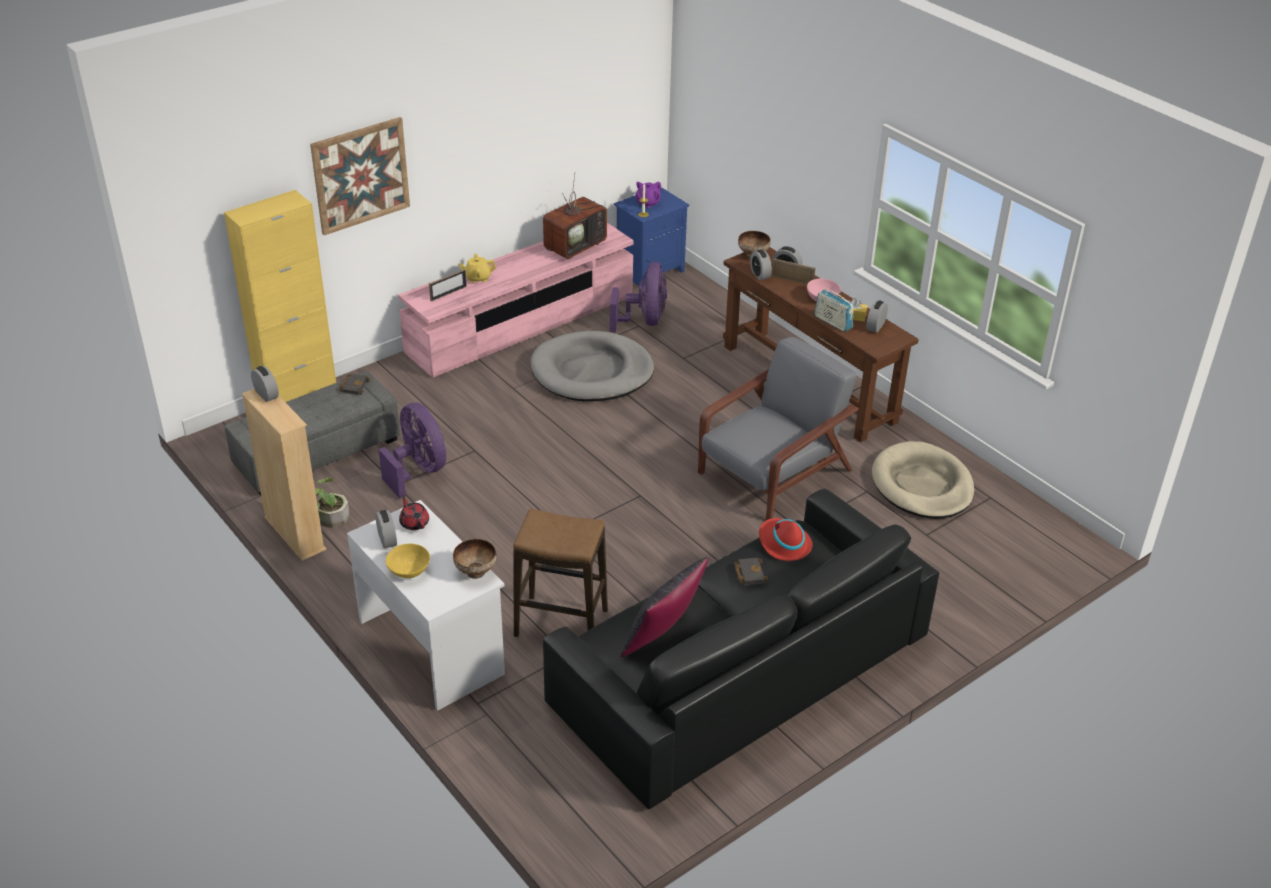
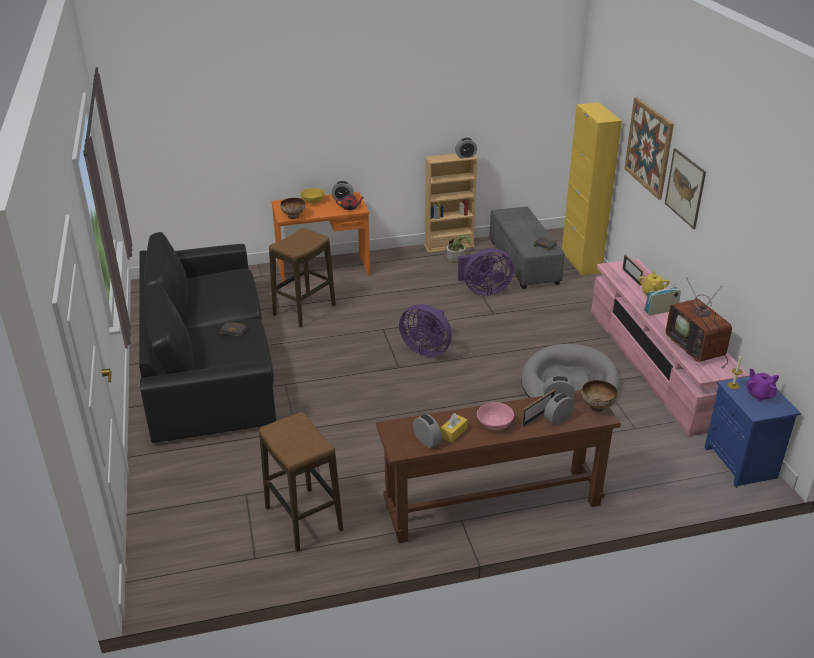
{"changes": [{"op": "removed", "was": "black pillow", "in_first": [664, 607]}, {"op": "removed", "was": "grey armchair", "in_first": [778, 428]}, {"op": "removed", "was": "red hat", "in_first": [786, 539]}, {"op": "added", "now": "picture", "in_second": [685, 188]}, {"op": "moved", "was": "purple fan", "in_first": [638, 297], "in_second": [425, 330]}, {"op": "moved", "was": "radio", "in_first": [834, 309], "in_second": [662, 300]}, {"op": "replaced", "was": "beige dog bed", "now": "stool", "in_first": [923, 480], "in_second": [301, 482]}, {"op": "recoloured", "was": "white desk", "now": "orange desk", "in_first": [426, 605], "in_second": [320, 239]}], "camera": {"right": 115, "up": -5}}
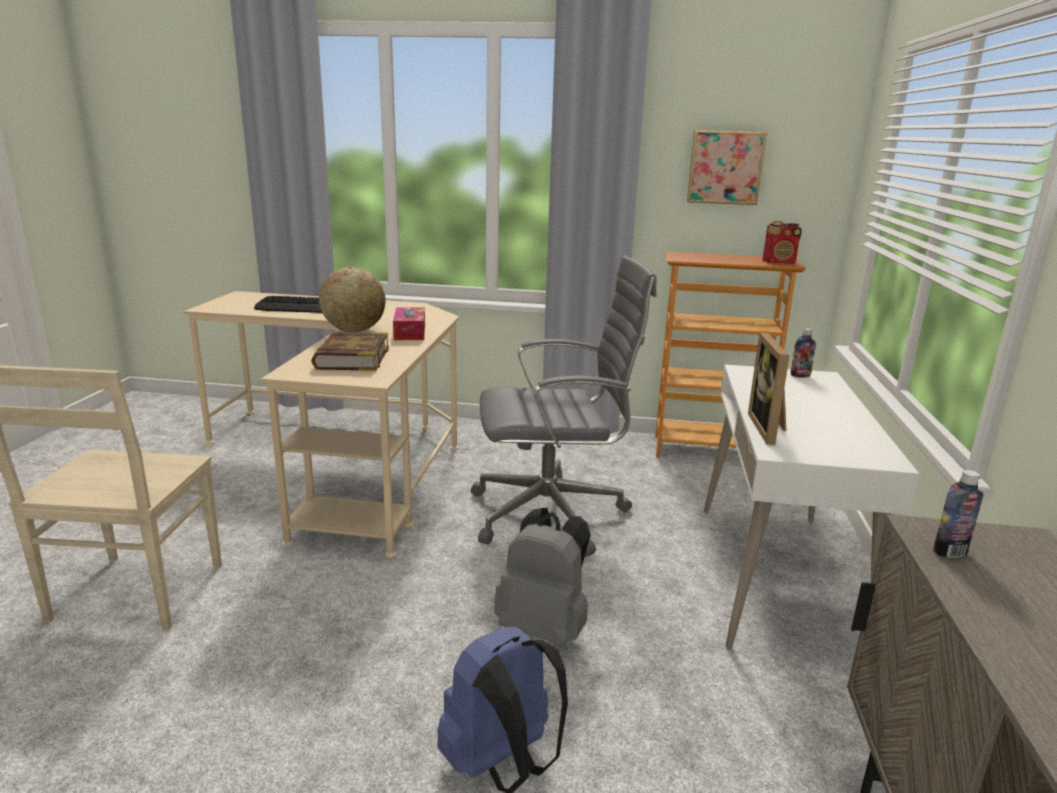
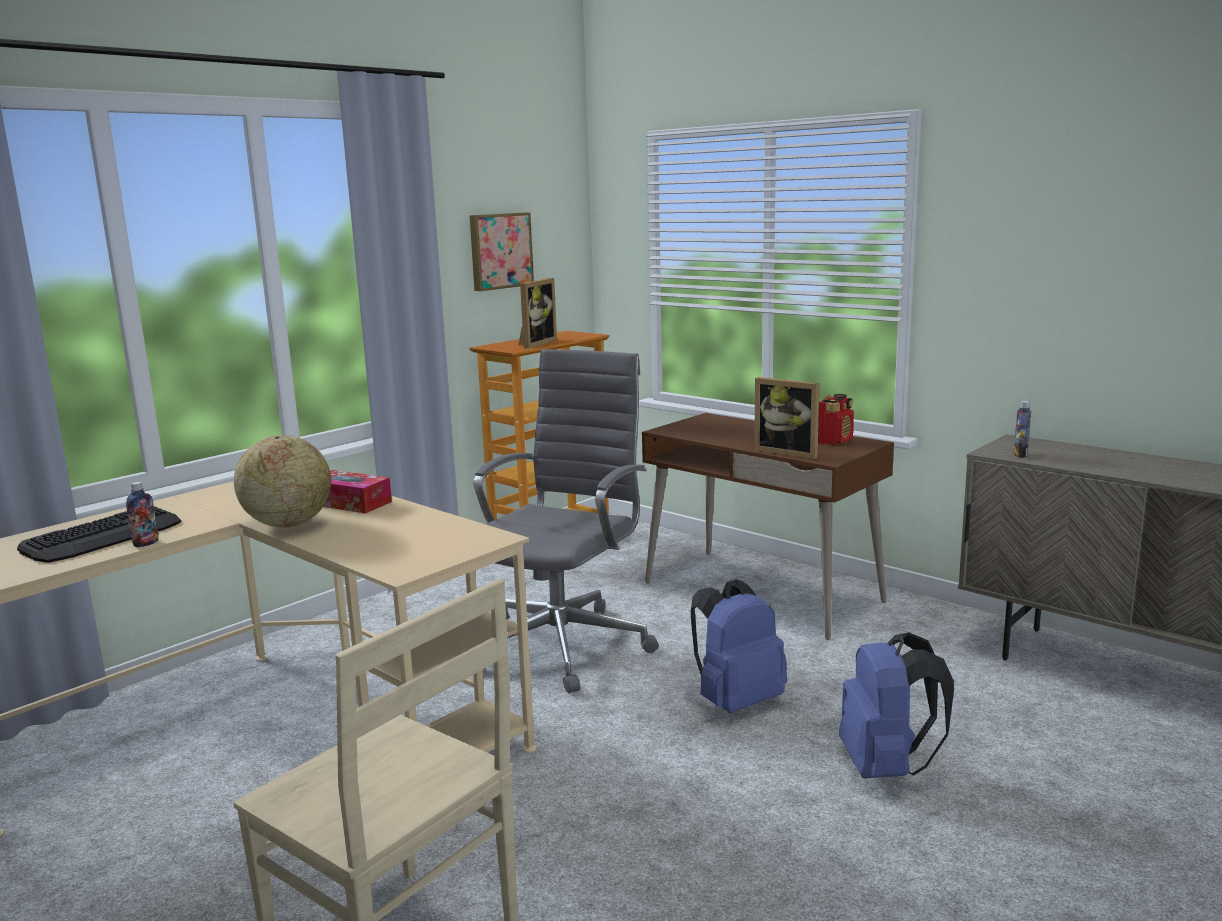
{"changes": [{"op": "removed", "was": "book", "in_first": [350, 351]}, {"op": "added", "now": "picture frame", "in_second": [538, 313]}, {"op": "moved", "was": "radio", "in_first": [782, 242], "in_second": [836, 419]}, {"op": "moved", "was": "bottle", "in_first": [803, 353], "in_second": [142, 514]}, {"op": "recoloured", "was": "grey backpack", "now": "blue backpack", "in_first": [542, 577], "in_second": [738, 646]}, {"op": "recoloured", "was": "white desk", "now": "brown desk", "in_first": [811, 507], "in_second": [768, 526]}], "camera": {"right": -55, "up": -5}}
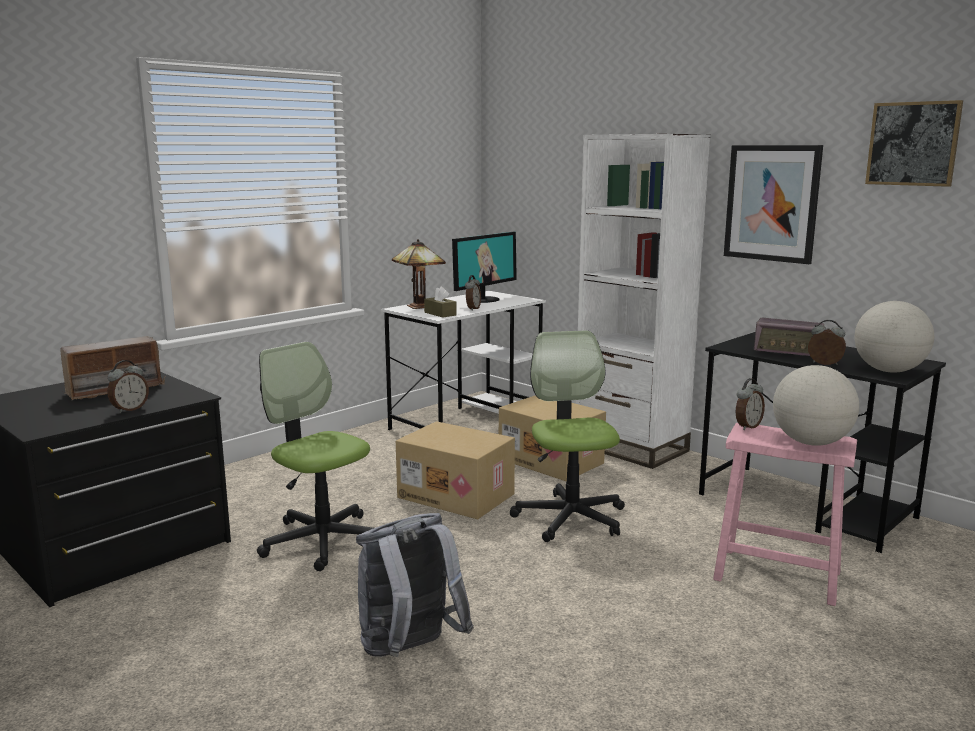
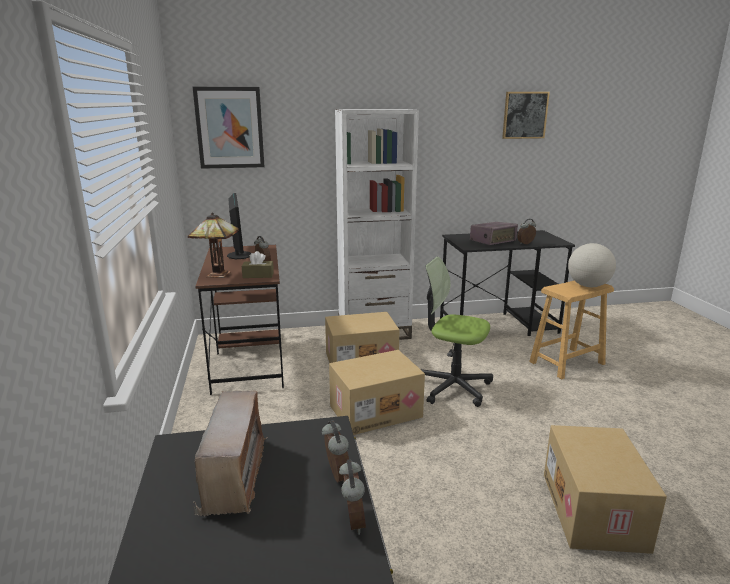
{"changes": [{"op": "removed", "was": "office chair", "in_first": [315, 456]}, {"op": "removed", "was": "globe", "in_first": [894, 337]}, {"op": "moved", "was": "picture", "in_first": [773, 204], "in_second": [229, 128]}, {"op": "moved", "was": "alarm clock", "in_first": [750, 404], "in_second": [352, 497]}, {"op": "replaced", "was": "grey backpack", "now": "cardboard box", "in_first": [415, 585], "in_second": [605, 489]}, {"op": "recoloured", "was": "white desk", "now": "brown desk", "in_first": [463, 360], "in_second": [239, 320]}, {"op": "recoloured", "was": "pink stool", "now": "brown stool", "in_first": [785, 514], "in_second": [571, 330]}], "camera": {"right": -55, "up": 5}}
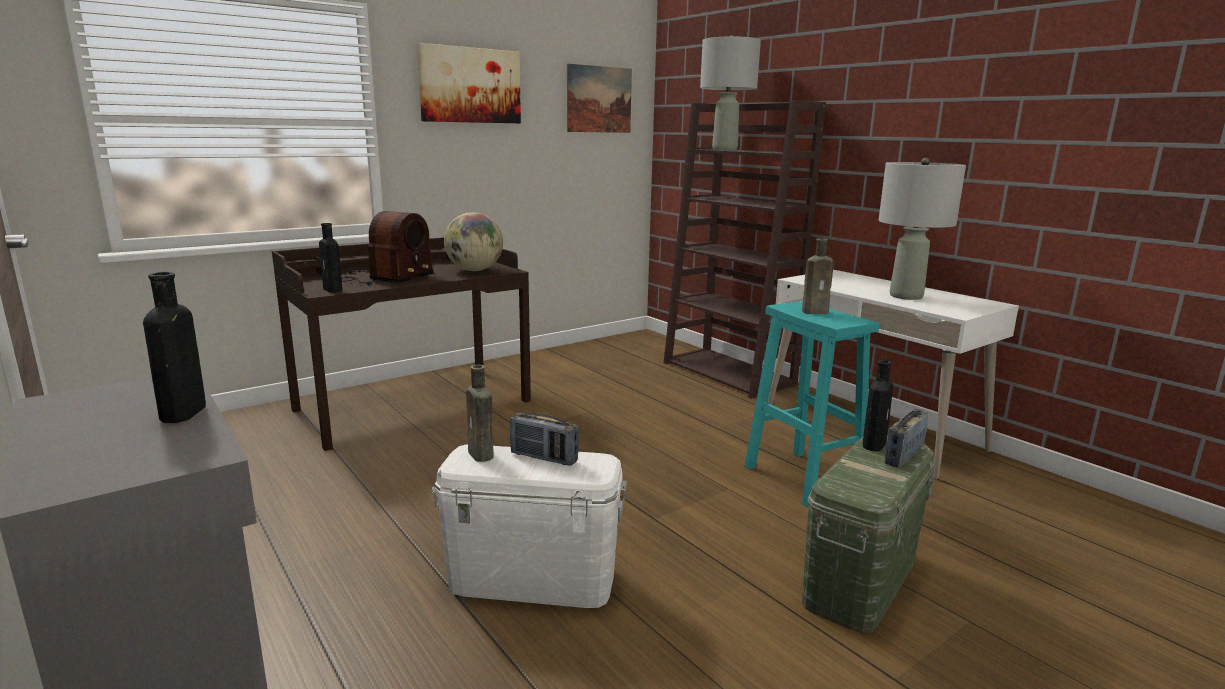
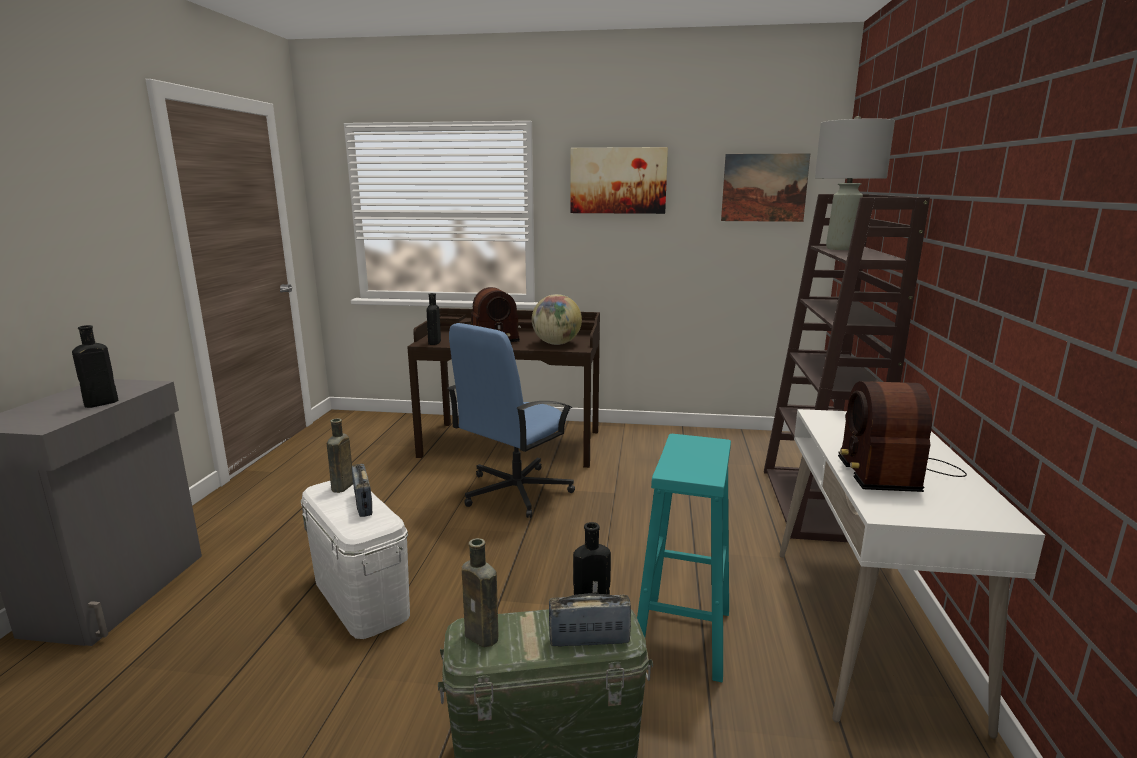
{"changes": [{"op": "added", "now": "blue office chair", "in_second": [511, 420]}, {"op": "moved", "was": "brown bottle", "in_first": [818, 276], "in_second": [480, 592]}, {"op": "replaced", "was": "grey table lamp", "now": "radio", "in_first": [922, 229], "in_second": [902, 436]}], "camera": {"right": 45, "up": 0}}
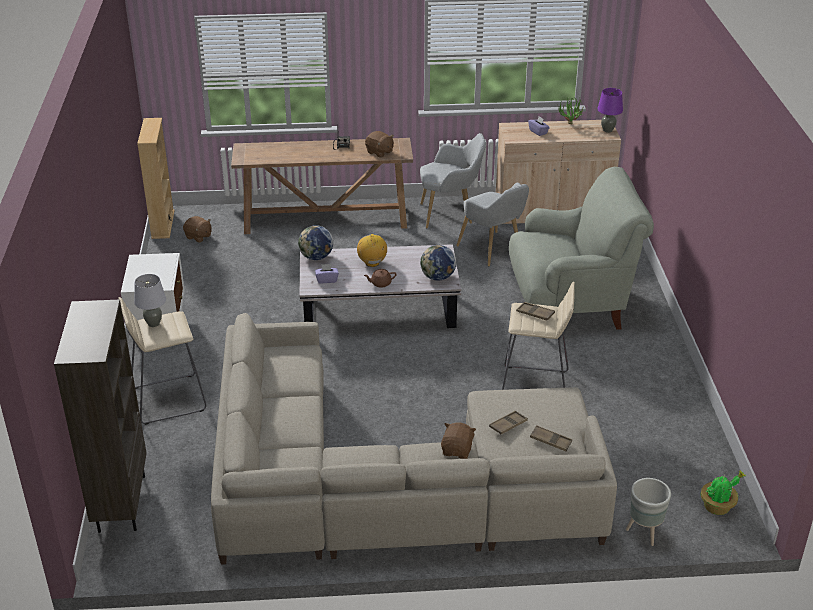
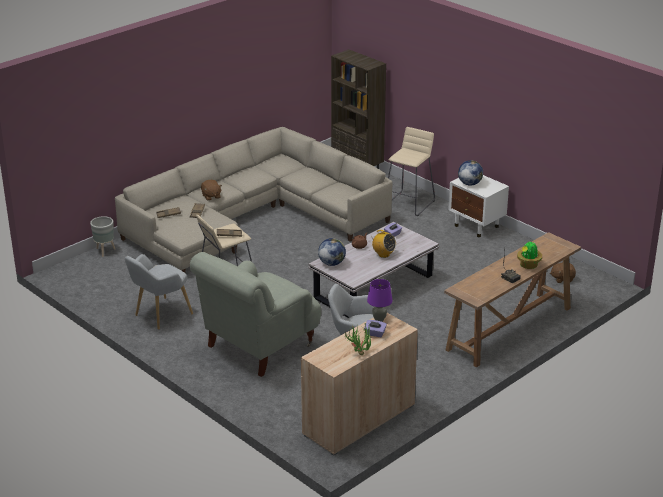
{"changes": [{"op": "removed", "was": "grey table lamp", "in_first": [150, 300]}, {"op": "removed", "was": "beige bookcase", "in_first": [156, 178]}, {"op": "removed", "was": "brown plush toy", "in_first": [379, 144]}, {"op": "moved", "was": "globe", "in_first": [315, 242], "in_second": [470, 173]}, {"op": "moved", "was": "grey armchair", "in_first": [453, 180], "in_second": [159, 292]}, {"op": "moved", "was": "purple table lamp", "in_first": [610, 110], "in_second": [380, 300]}, {"op": "moved", "was": "potted plant", "in_first": [722, 492], "in_second": [529, 255]}], "camera": {"right": 140, "up": -5}}
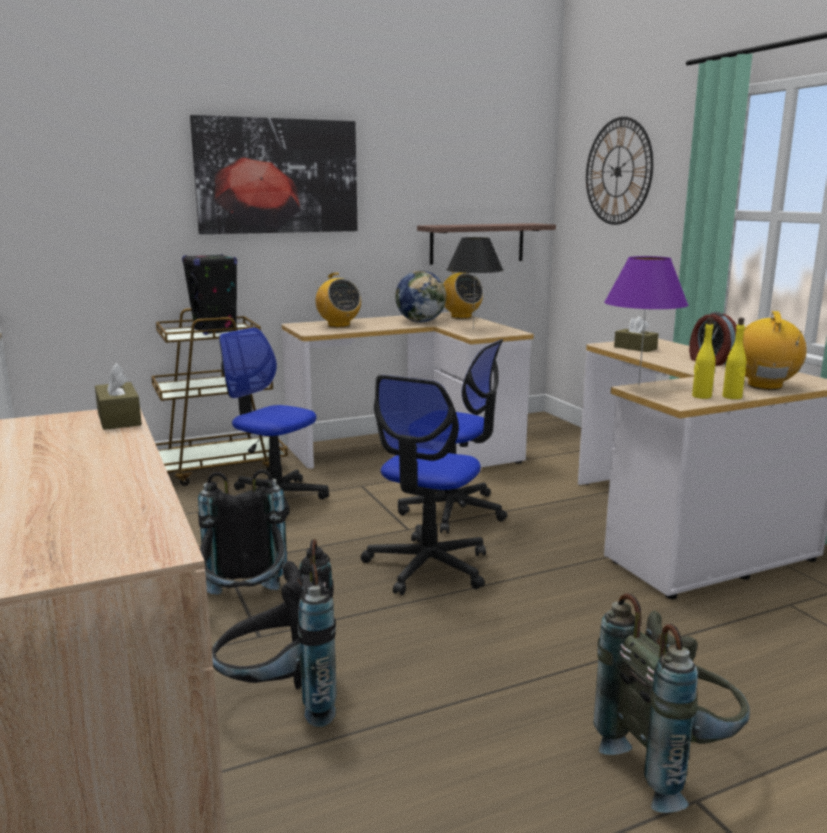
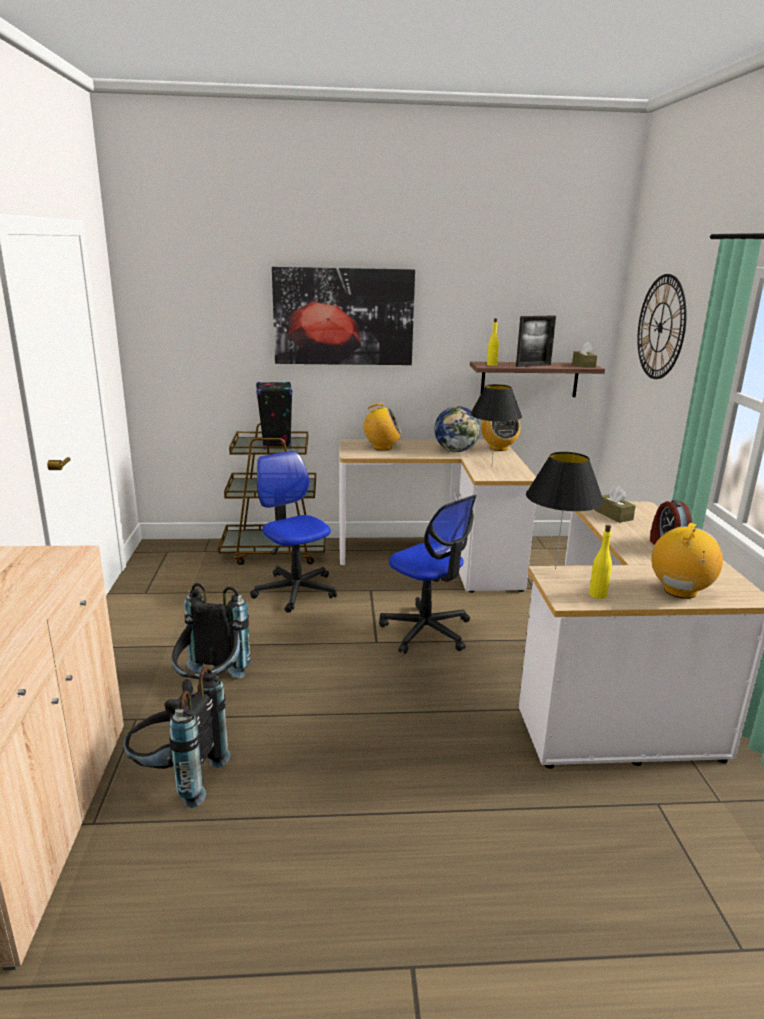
{"changes": [{"op": "removed", "was": "office chair", "in_first": [423, 485]}, {"op": "removed", "was": "grey backpack", "in_first": [672, 703]}, {"op": "added", "now": "picture frame", "in_second": [536, 341]}, {"op": "moved", "was": "brown tissue box", "in_first": [118, 396], "in_second": [584, 355]}, {"op": "moved", "was": "yellow bottle", "in_first": [734, 358], "in_second": [493, 342]}, {"op": "recoloured", "was": "purple table lamp", "now": "black table lamp", "in_first": [646, 321], "in_second": [565, 510]}, {"op": "turned", "was": "radio", "in_first": [338, 300], "in_second": [382, 426], "clockwise": -75}], "camera": {"right": 20, "up": 5}}
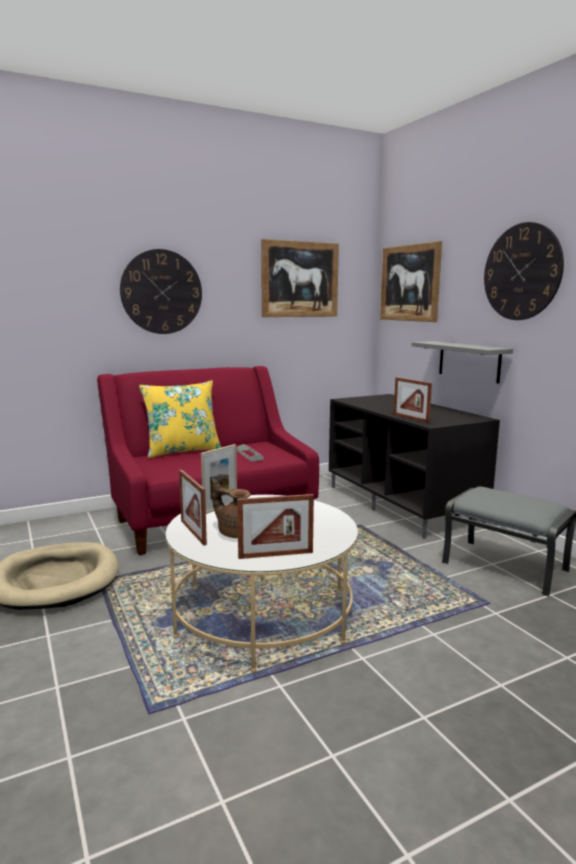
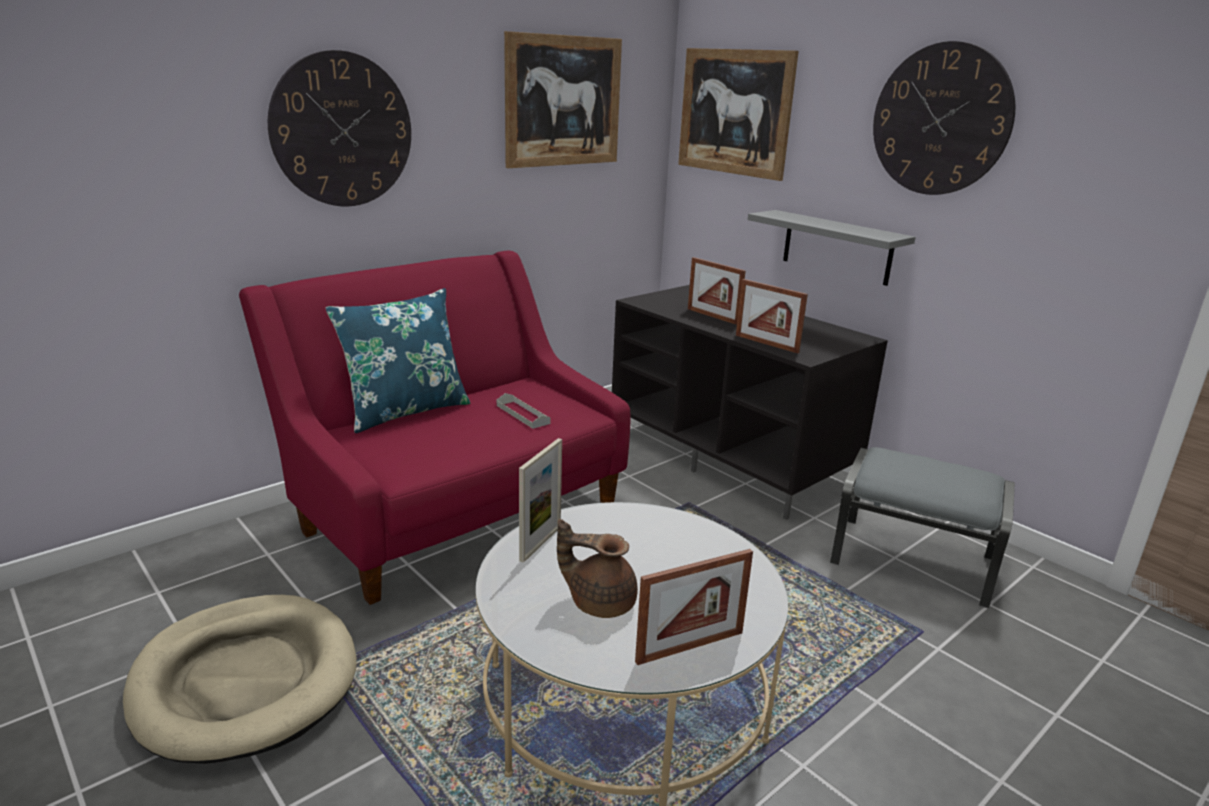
{"changes": [{"op": "moved", "was": "picture frame", "in_first": [193, 507], "in_second": [717, 291]}, {"op": "recoloured", "was": "yellow pillow", "now": "blue pillow", "in_first": [180, 419], "in_second": [398, 360]}], "camera": {"right": -15, "up": 10}}
